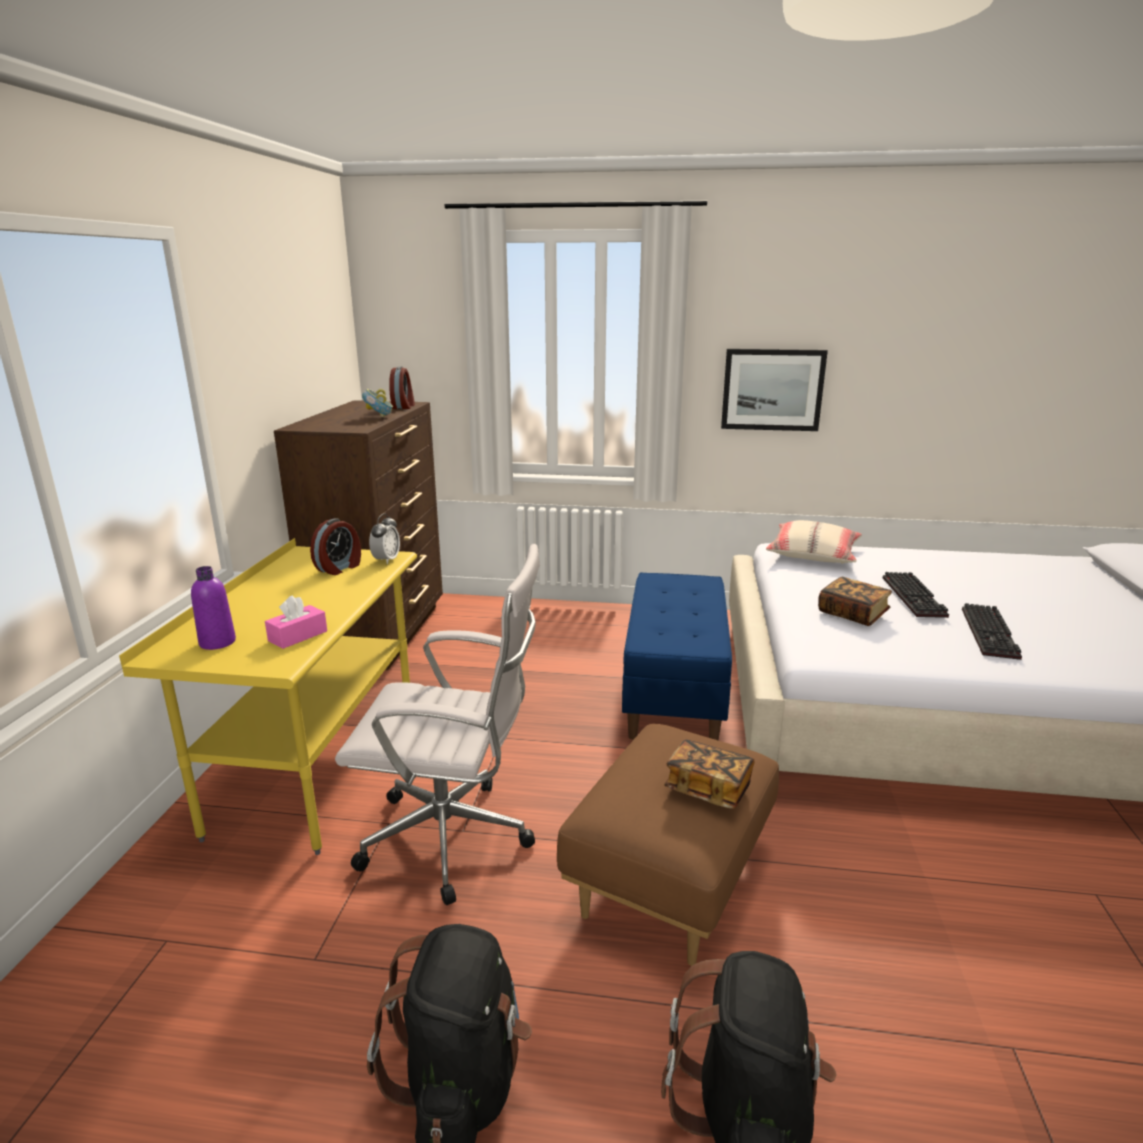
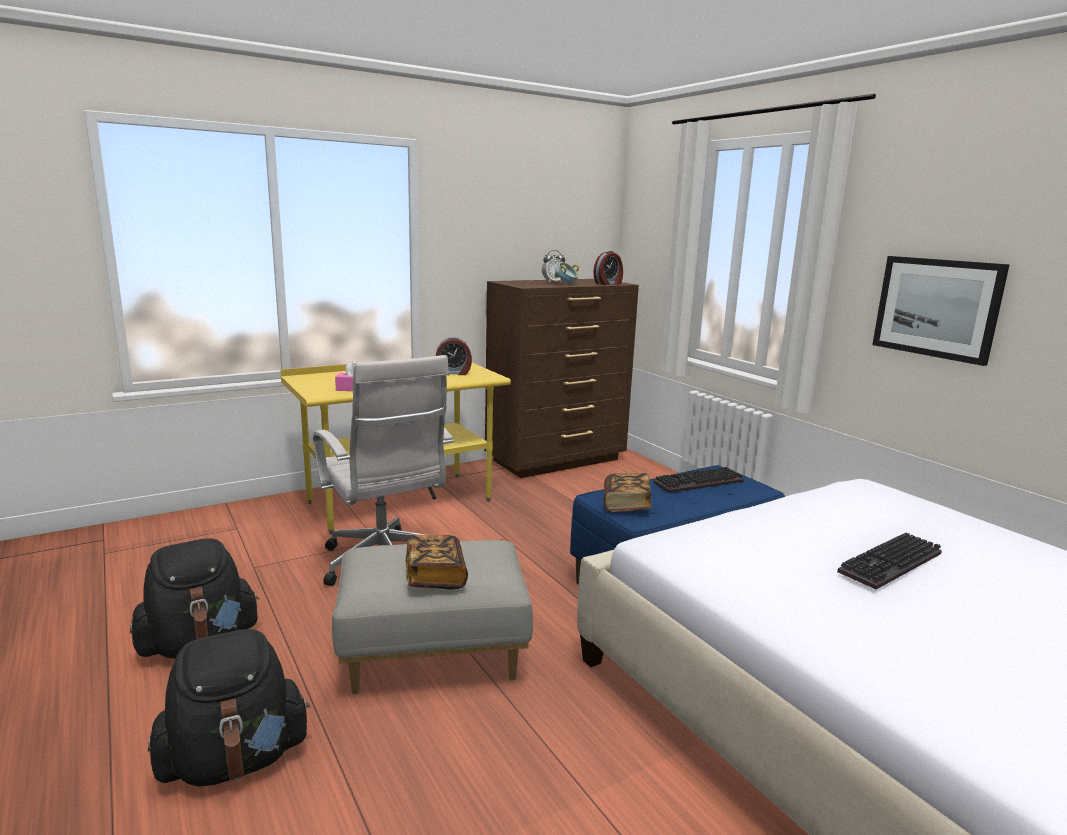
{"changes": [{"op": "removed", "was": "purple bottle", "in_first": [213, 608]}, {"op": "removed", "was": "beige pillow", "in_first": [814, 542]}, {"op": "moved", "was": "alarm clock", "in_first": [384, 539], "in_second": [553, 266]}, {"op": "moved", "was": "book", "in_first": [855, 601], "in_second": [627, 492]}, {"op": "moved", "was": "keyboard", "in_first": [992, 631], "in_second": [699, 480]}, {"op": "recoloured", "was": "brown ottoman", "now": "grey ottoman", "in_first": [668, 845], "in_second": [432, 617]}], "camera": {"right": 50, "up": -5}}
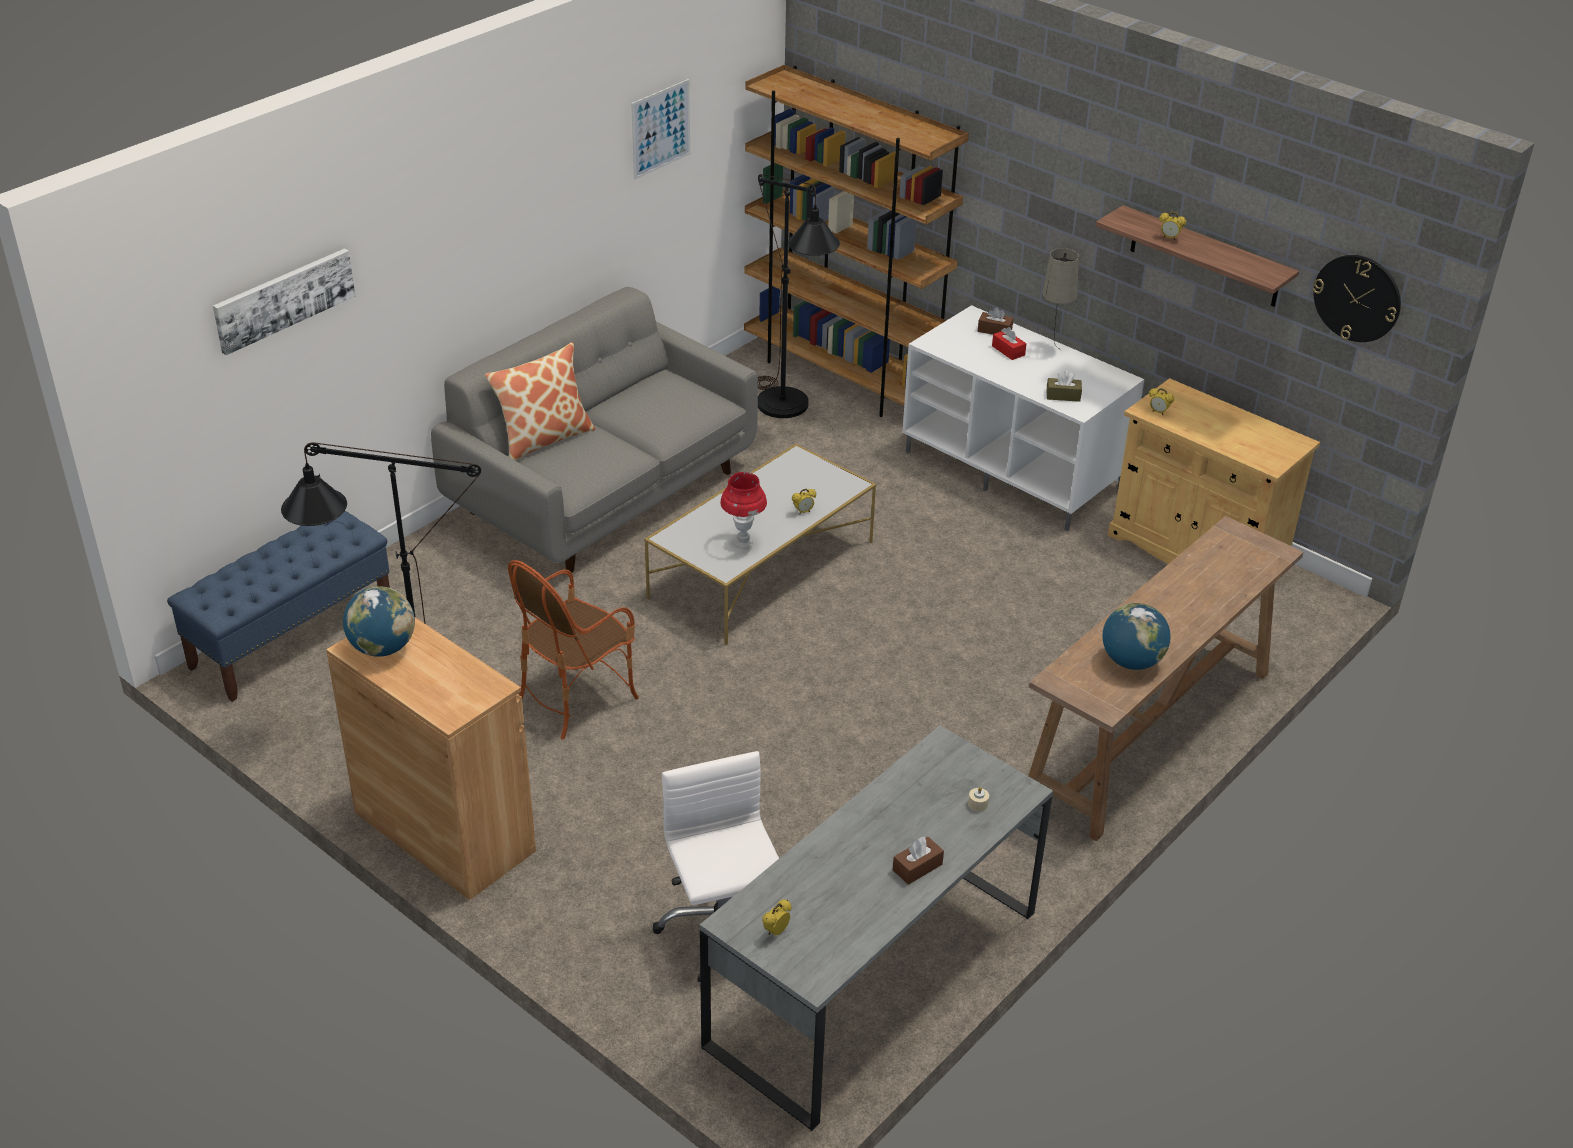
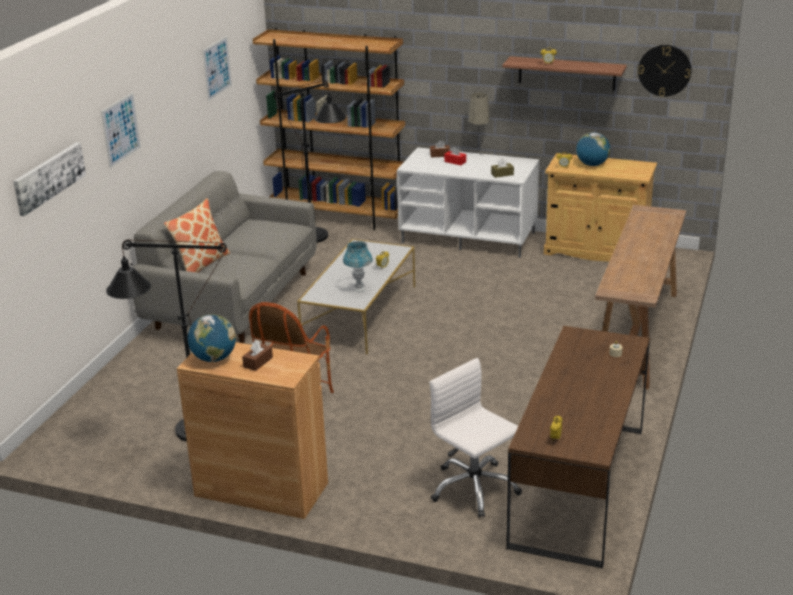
{"changes": [{"op": "removed", "was": "blue bench", "in_first": [278, 606]}, {"op": "added", "now": "picture", "in_second": [121, 130]}, {"op": "moved", "was": "brown tissue box", "in_first": [918, 861], "in_second": [257, 355]}, {"op": "moved", "was": "globe", "in_first": [1136, 636], "in_second": [593, 149]}, {"op": "recoloured", "was": "grey desk", "now": "brown desk", "in_first": [876, 928], "in_second": [578, 447]}, {"op": "recoloured", "was": "red table lamp", "now": "blue table lamp", "in_first": [743, 510], "in_second": [358, 266]}], "camera": {"right": -20, "up": -10}}
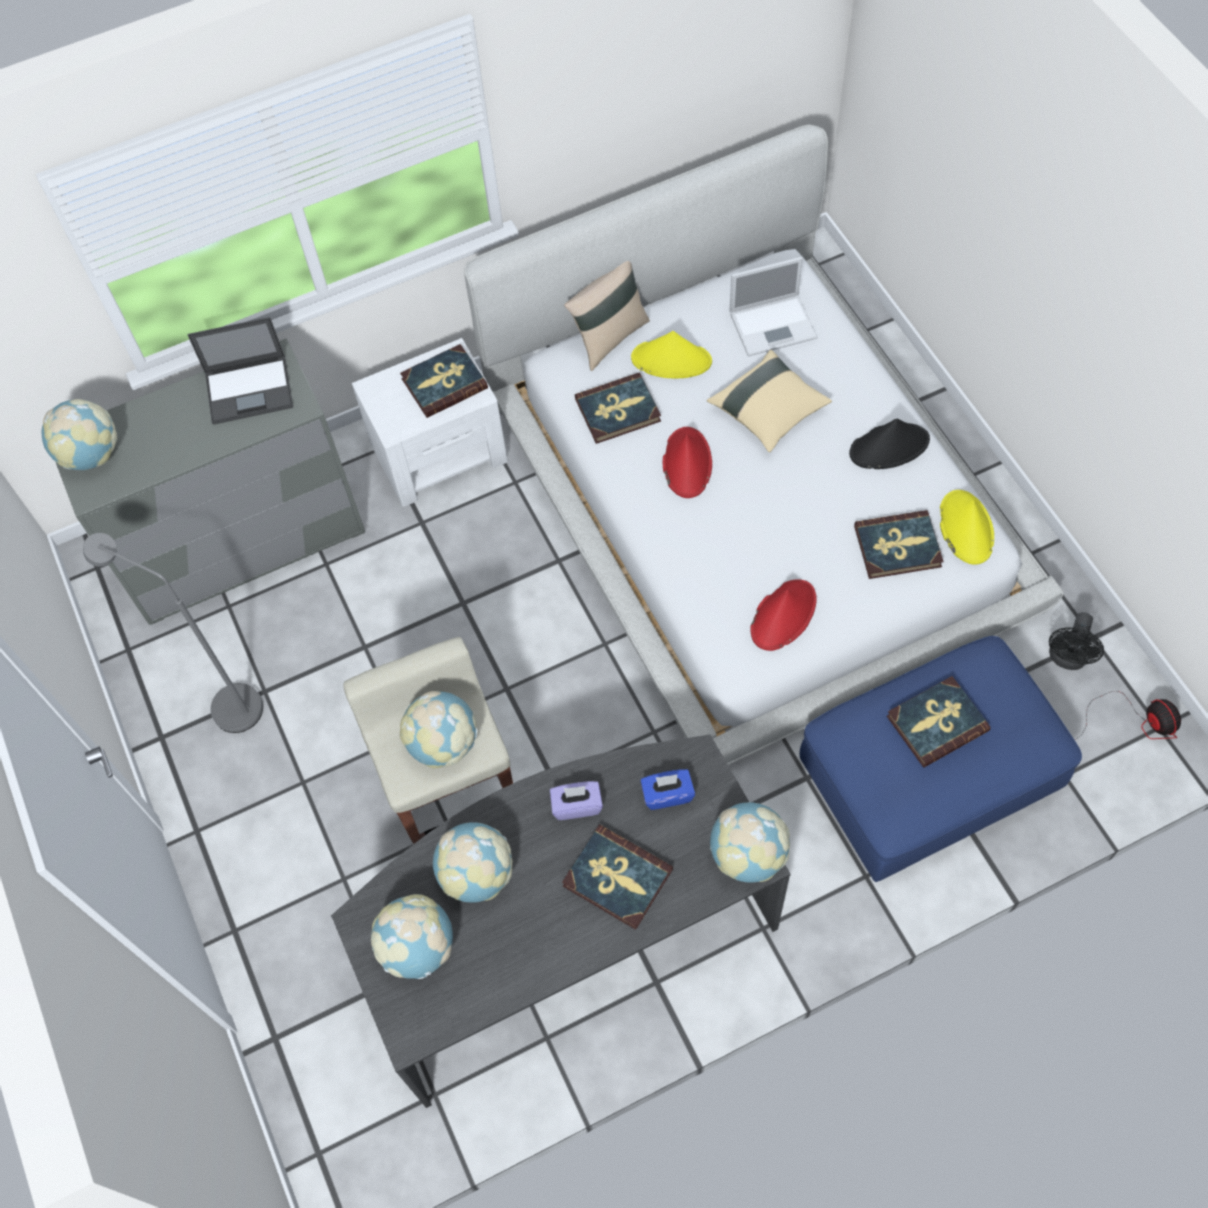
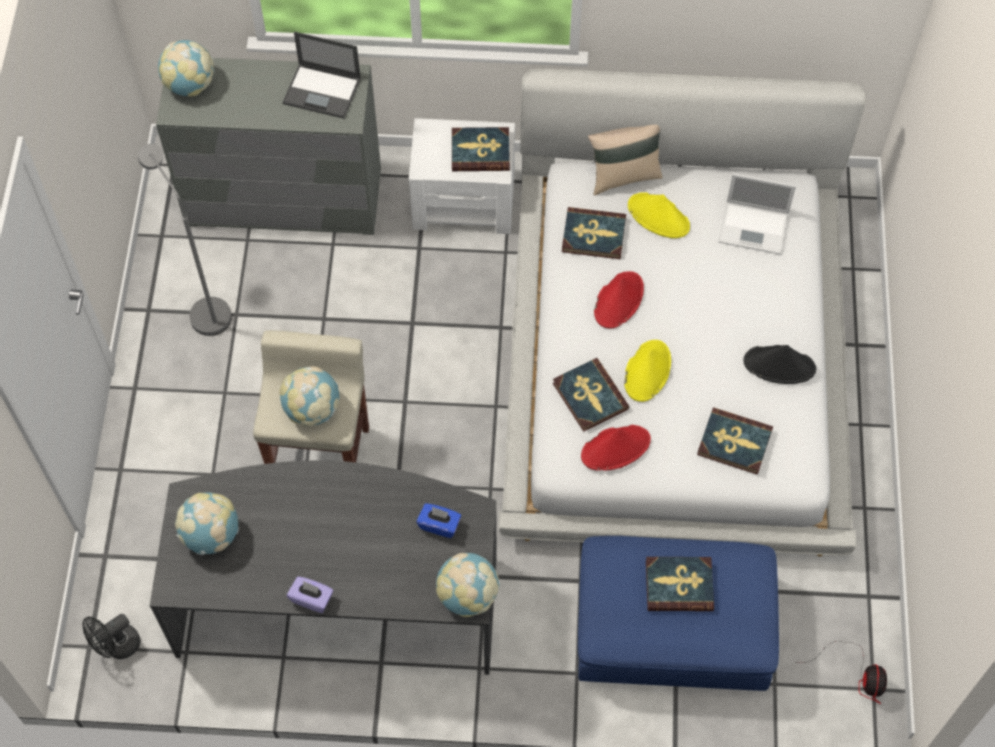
{"changes": [{"op": "removed", "was": "globe", "in_first": [473, 862]}, {"op": "removed", "was": "beige pillow", "in_first": [769, 401]}, {"op": "moved", "was": "purple tissue box", "in_first": [576, 800], "in_second": [310, 594]}, {"op": "moved", "was": "book", "in_first": [617, 877], "in_second": [591, 395]}, {"op": "moved", "was": "yellow hat", "in_first": [967, 527], "in_second": [647, 371]}, {"op": "moved", "was": "black fan", "in_first": [1076, 641], "in_second": [111, 636]}], "camera": {"right": 25, "up": 0}}
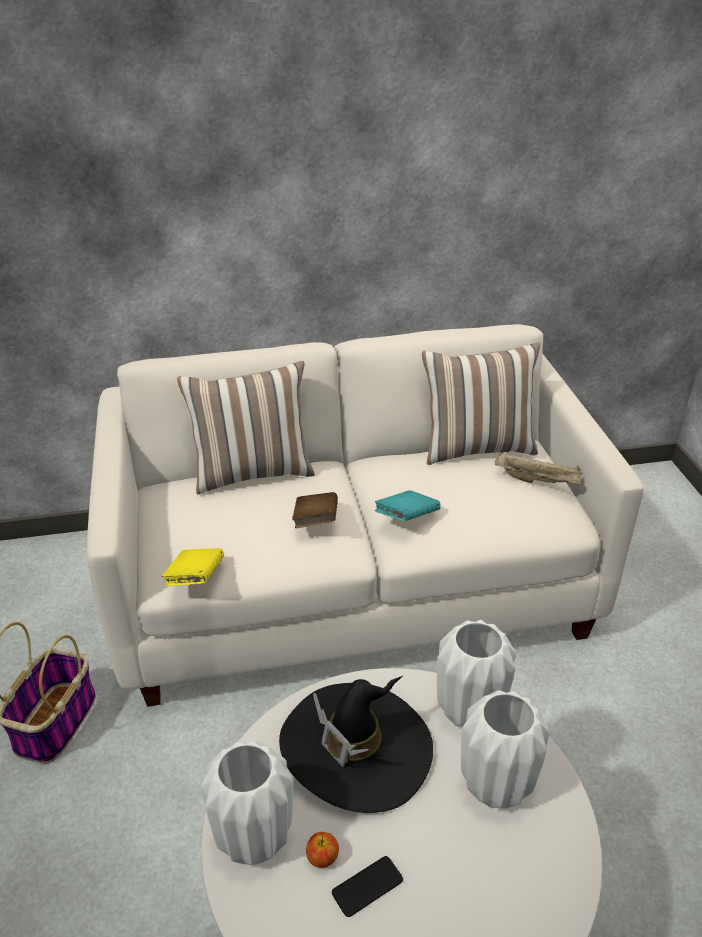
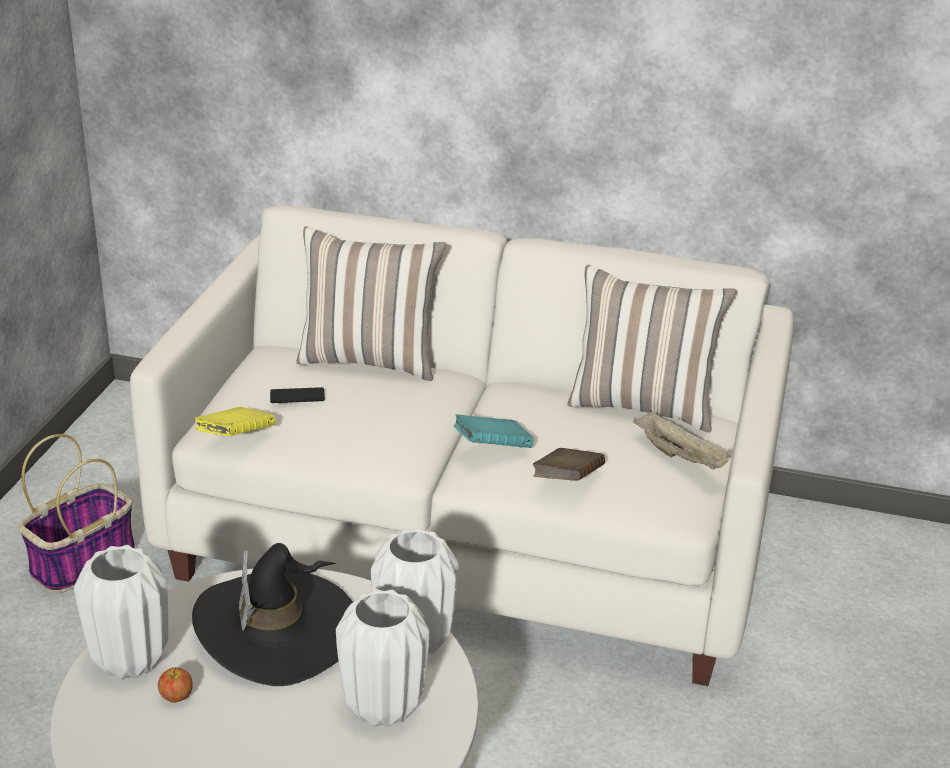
{"changes": [{"op": "moved", "was": "brown book", "in_first": [315, 510], "in_second": [568, 464]}, {"op": "moved", "was": "phone", "in_first": [367, 886], "in_second": [297, 395]}], "camera": {"right": 25, "up": -5}}
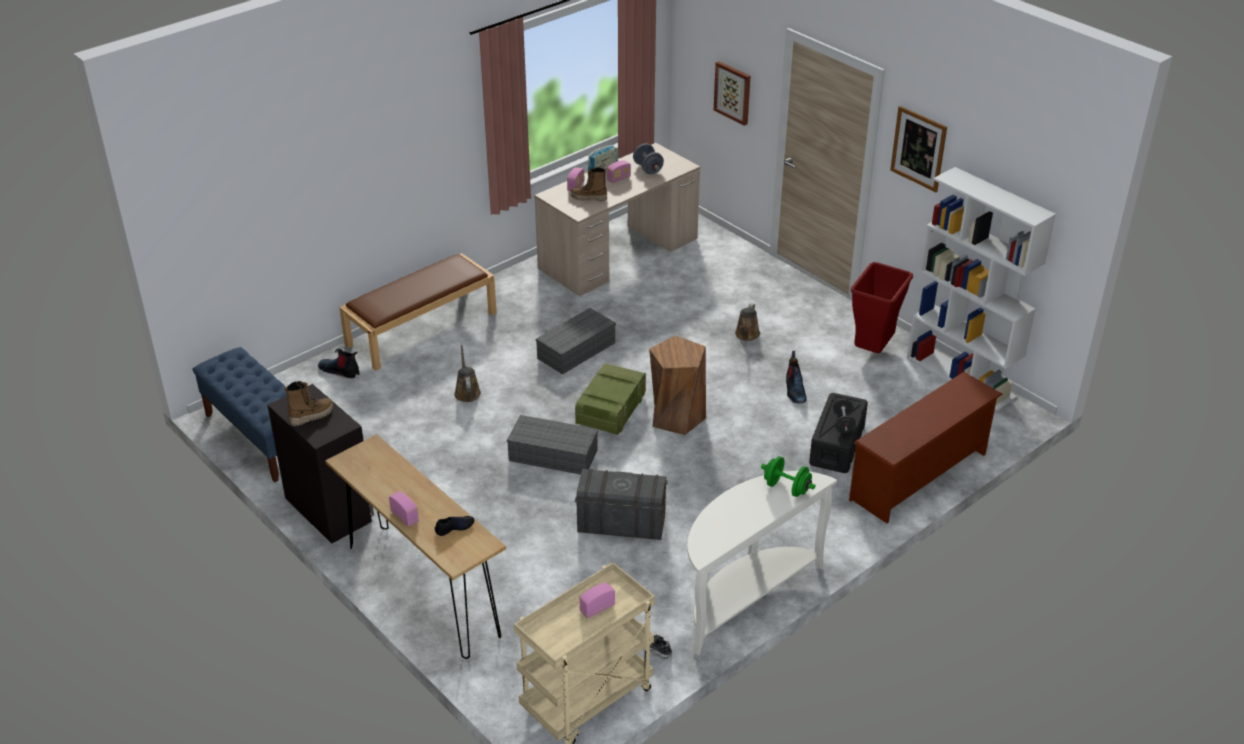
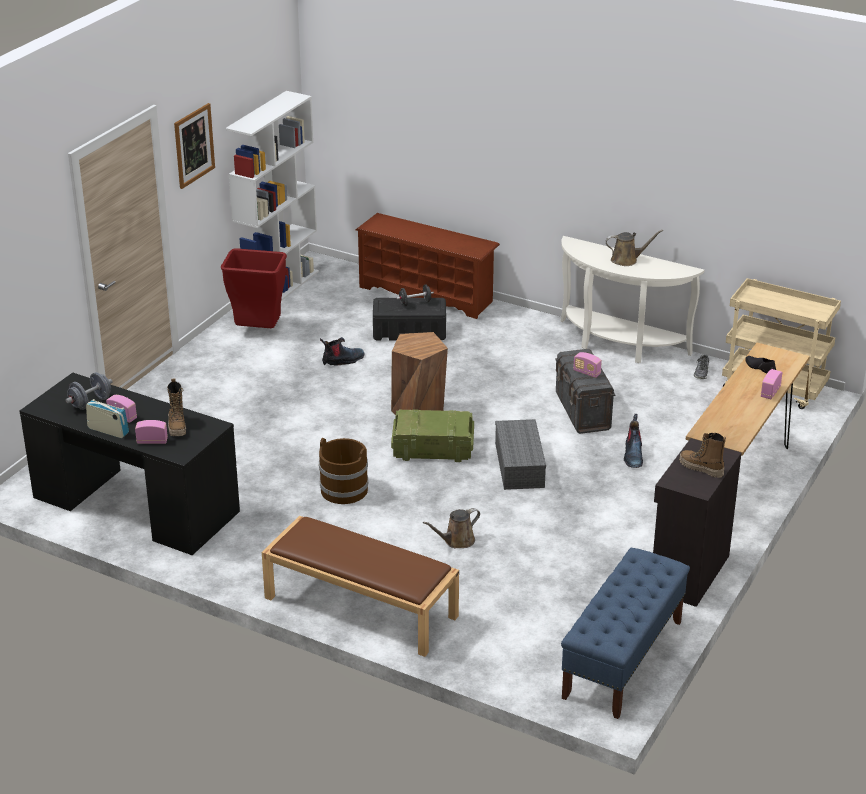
{"changes": [{"op": "removed", "was": "picture", "in_first": [732, 93]}, {"op": "removed", "was": "green dumbbell", "in_first": [788, 476]}, {"op": "moved", "was": "boot", "in_first": [338, 363], "in_second": [633, 441]}, {"op": "moved", "was": "radio", "in_first": [597, 601], "in_second": [587, 365]}, {"op": "moved", "was": "brown watering can", "in_first": [747, 322], "in_second": [634, 248]}, {"op": "replaced", "was": "grey storage box", "now": "brown bucket", "in_first": [576, 341], "in_second": [343, 471]}, {"op": "recoloured", "was": "beige desk", "now": "black desk", "in_first": [617, 219], "in_second": [130, 464]}], "camera": {"right": -110, "up": -5}}
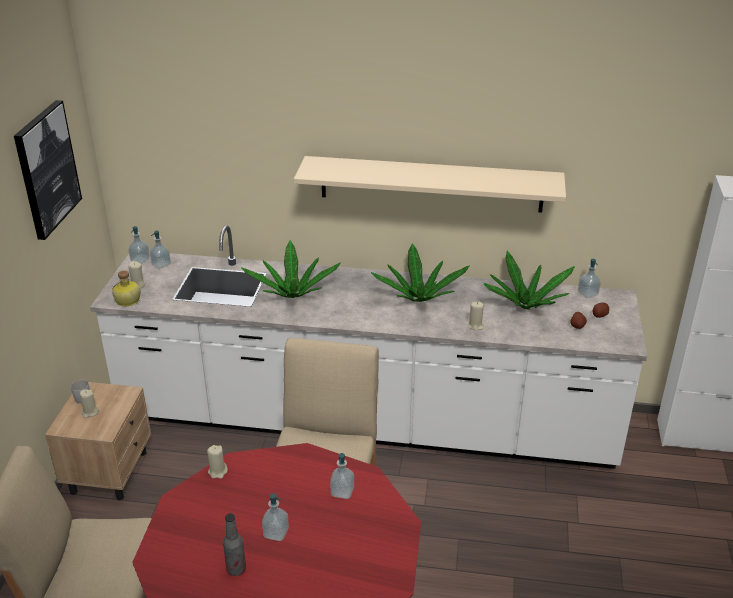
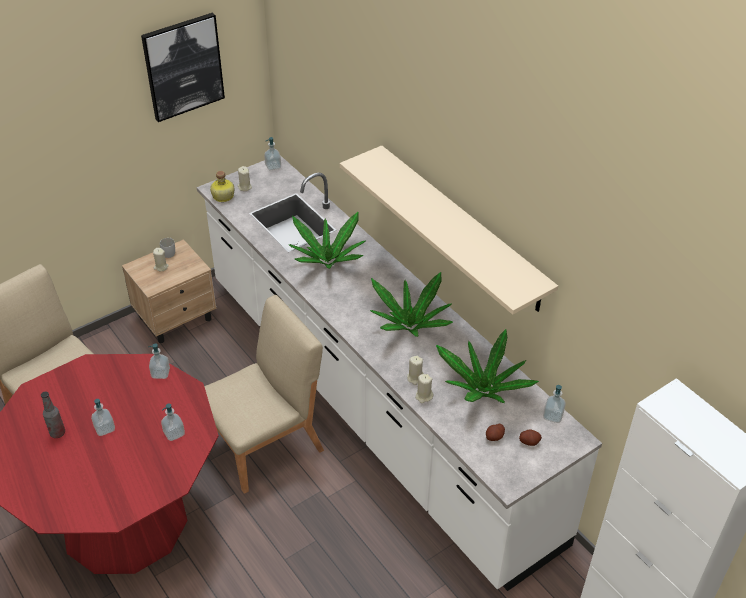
{"changes": [{"op": "moved", "was": "soap dispenser", "in_first": [160, 250], "in_second": [159, 361]}, {"op": "moved", "was": "beige candle", "in_first": [217, 462], "in_second": [424, 388]}], "camera": {"right": 45, "up": 10}}
